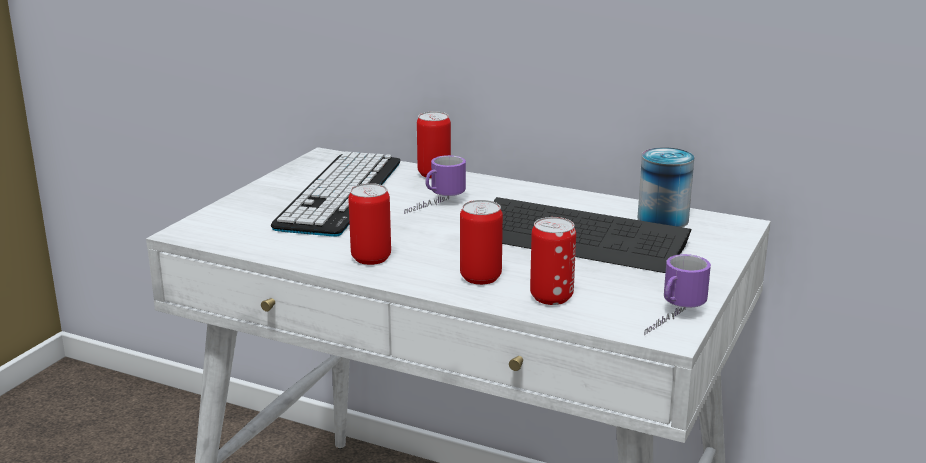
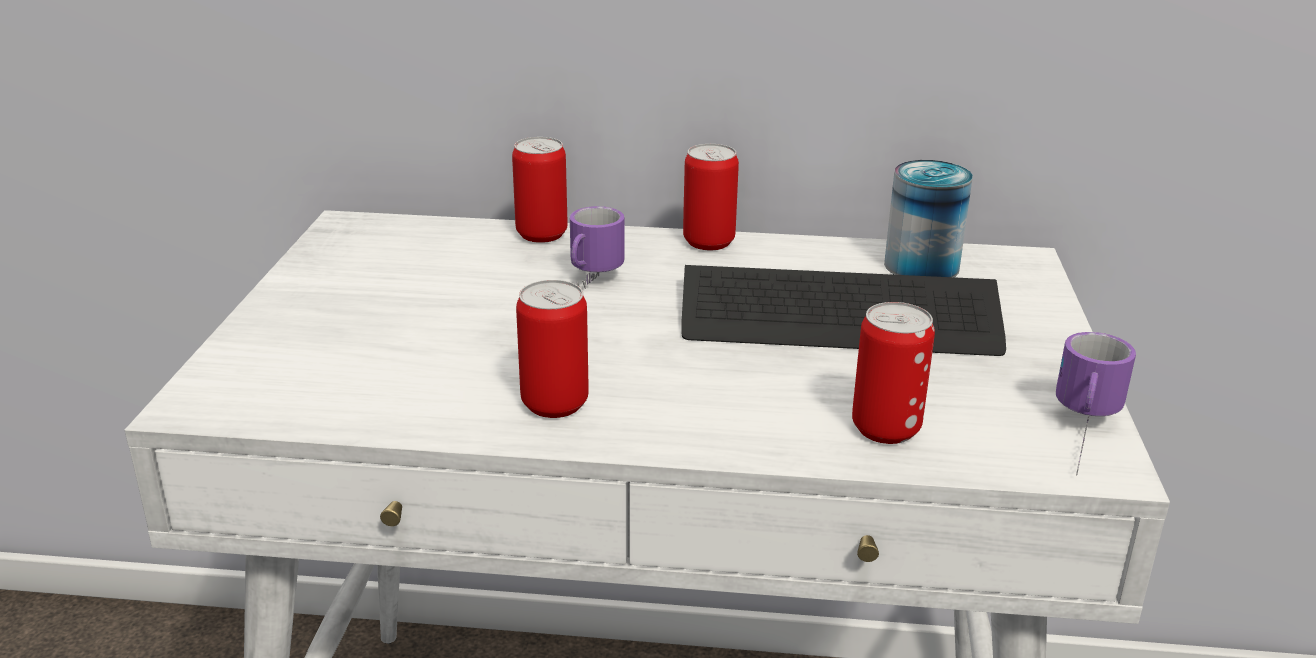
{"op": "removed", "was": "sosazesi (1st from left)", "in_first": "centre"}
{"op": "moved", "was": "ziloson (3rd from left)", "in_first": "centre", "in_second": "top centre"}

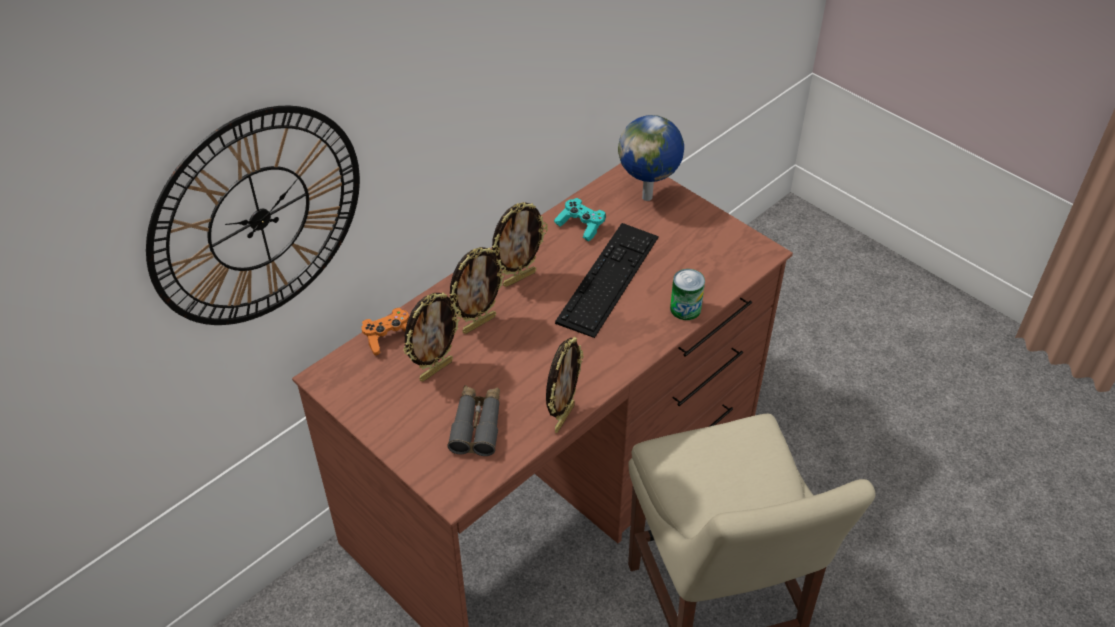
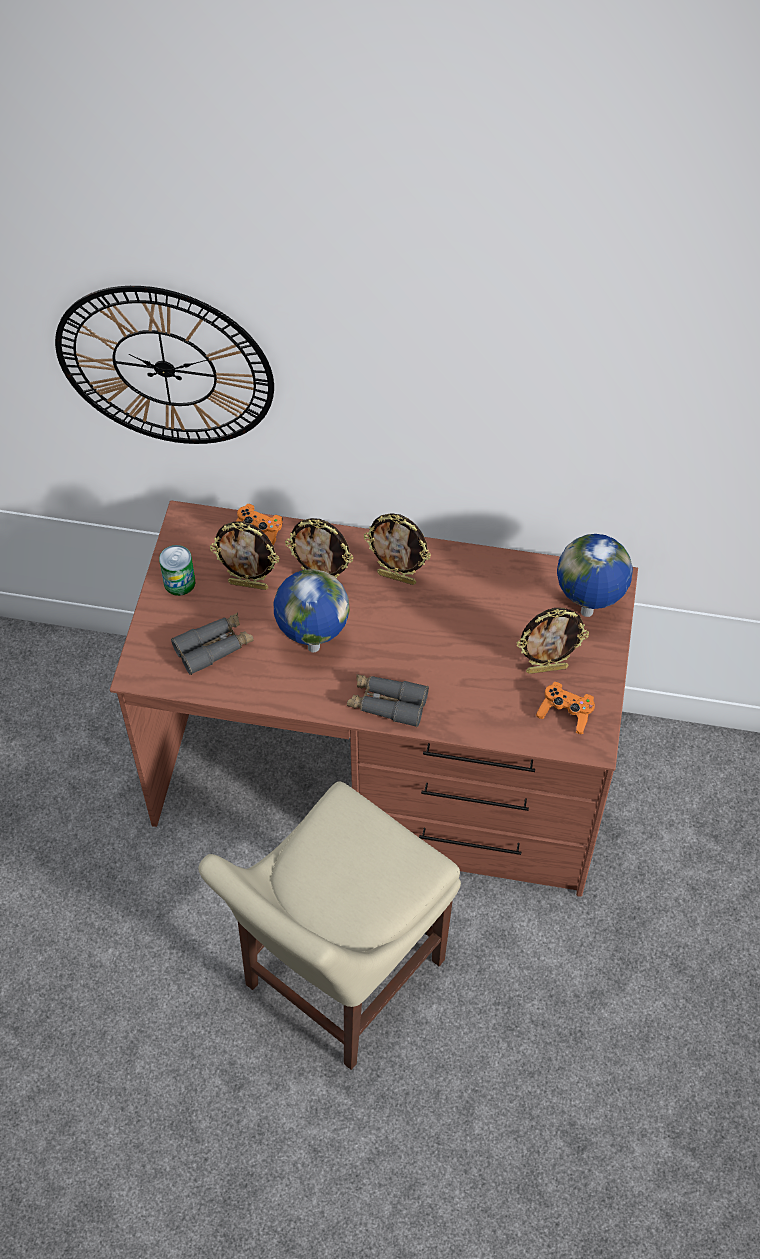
{"op": "moved", "was": "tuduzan (4th from left)", "in_first": "centre", "in_second": "middle right"}
{"op": "removed", "was": "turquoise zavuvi", "in_first": "centre"}
{"op": "removed", "was": "sosazesi", "in_first": "centre"}
{"op": "moved", "was": "ziloson", "in_first": "centre", "in_second": "middle left"}
{"op": "added", "now": "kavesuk (1st from left)", "in_second": "centre"}
{"op": "added", "now": "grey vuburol (2nd from left)", "in_second": "centre"}
{"op": "added", "now": "orange zavuvi (2nd from left)", "in_second": "middle right"}

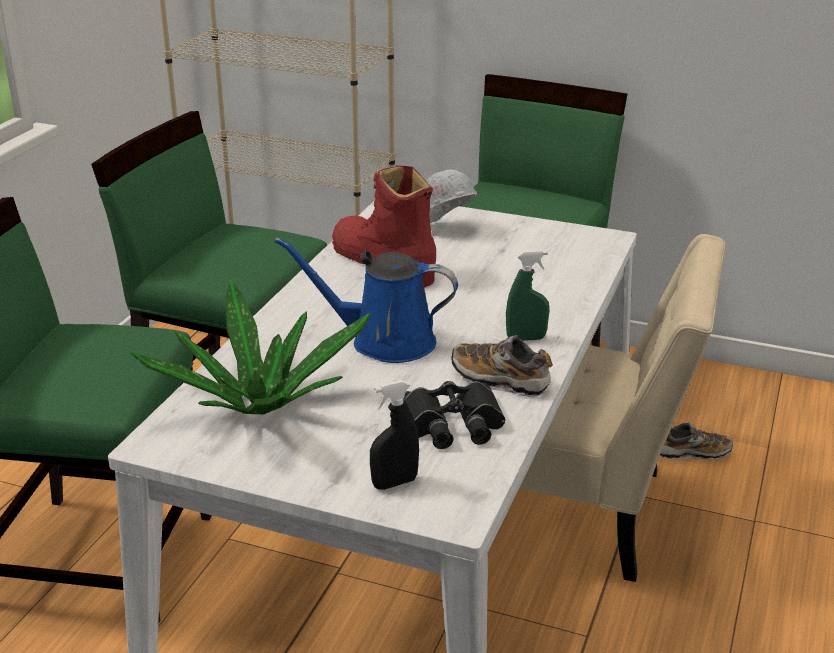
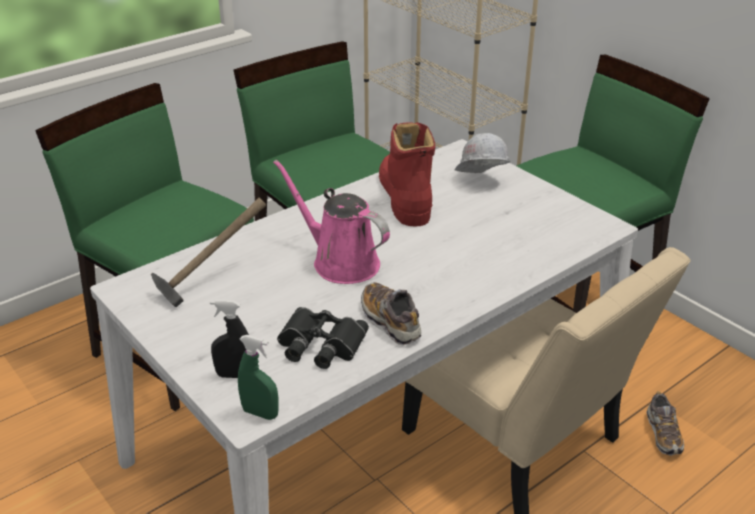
{"op": "replaced", "was": "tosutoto", "now": "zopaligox", "in_first": "middle left", "in_second": "middle left"}
{"op": "recoloured", "was": "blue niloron", "now": "pink niloron", "in_first": "centre", "in_second": "centre"}
{"op": "moved", "was": "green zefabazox", "in_first": "centre", "in_second": "bottom centre"}
{"op": "turned", "was": "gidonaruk (2nd from left)", "in_first": "bottom right", "in_second": "bottom right", "clockwise": 60}

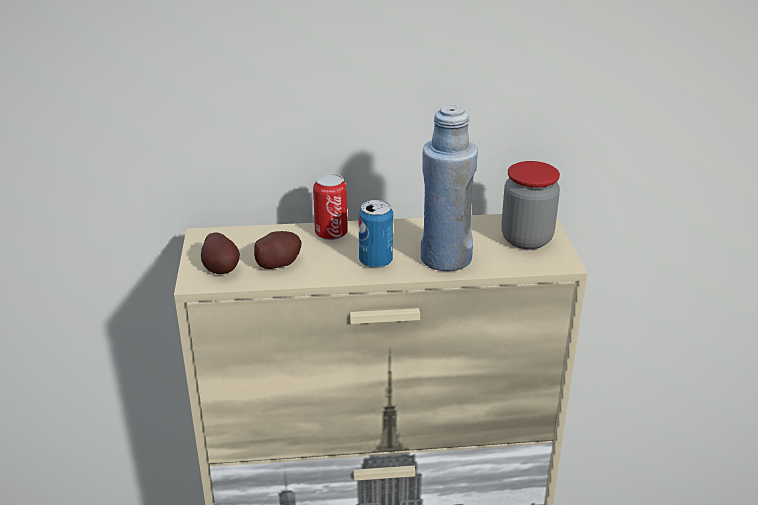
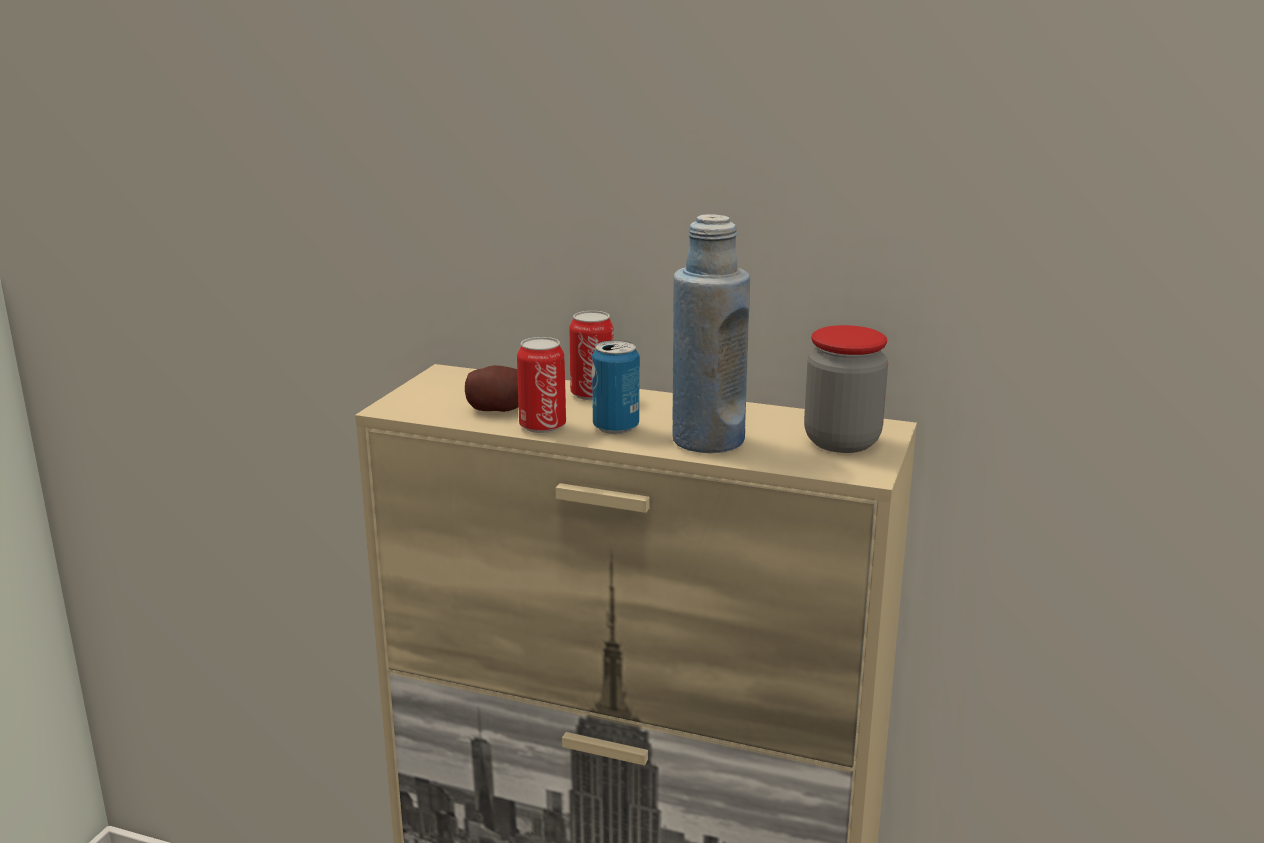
{"op": "removed", "was": "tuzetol (1st from left)", "in_first": "middle left"}
{"op": "added", "now": "ziloson (1st from left)", "in_second": "centre"}

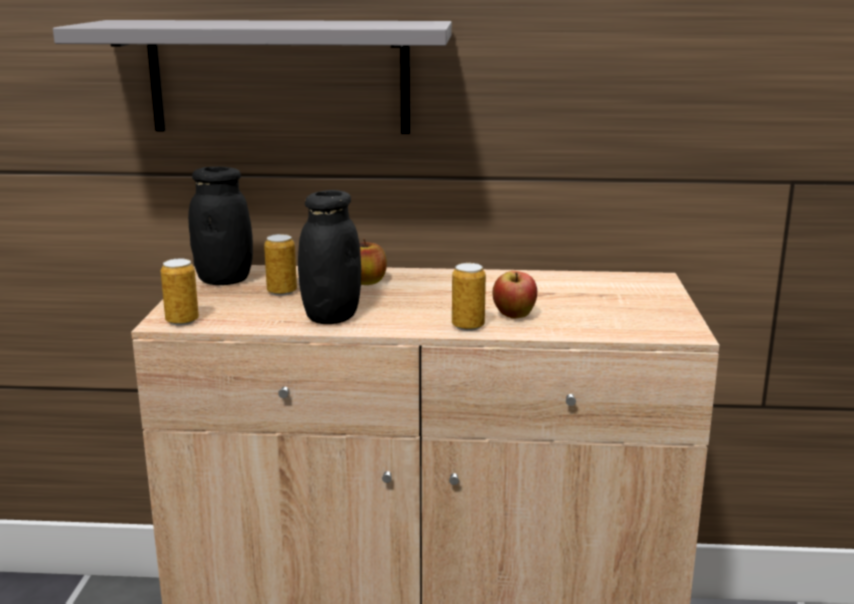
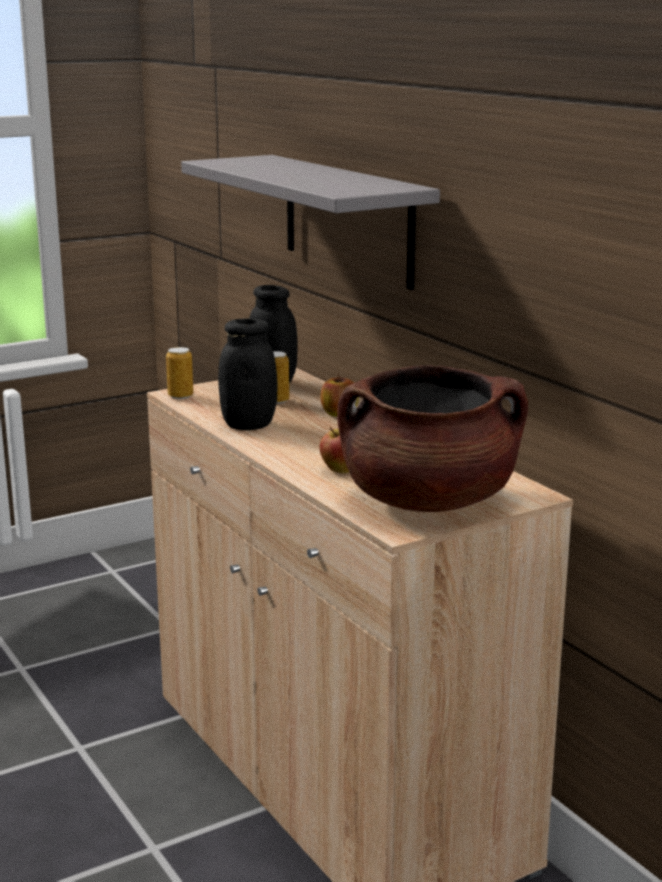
{"op": "removed", "was": "ziloson (3rd from left)", "in_first": "centre"}
{"op": "added", "now": "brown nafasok", "in_second": "centre"}

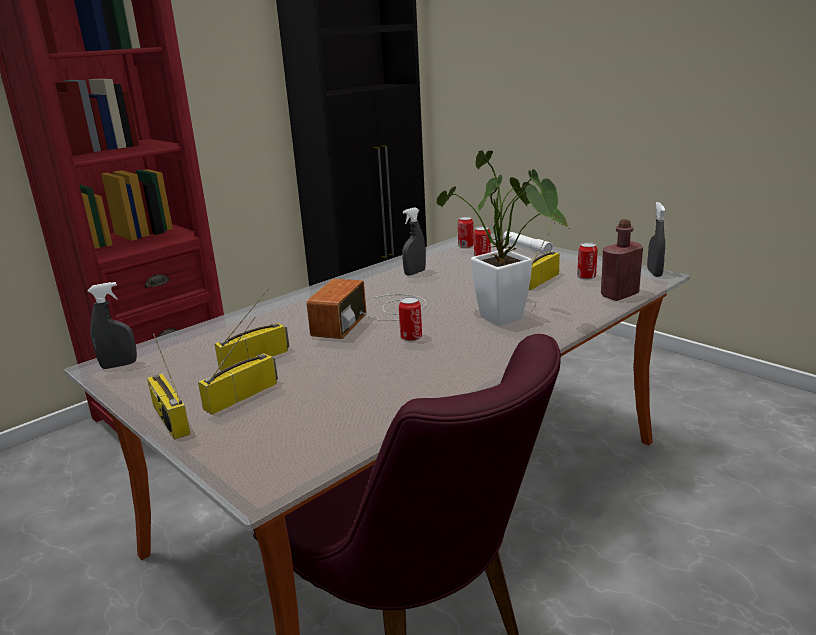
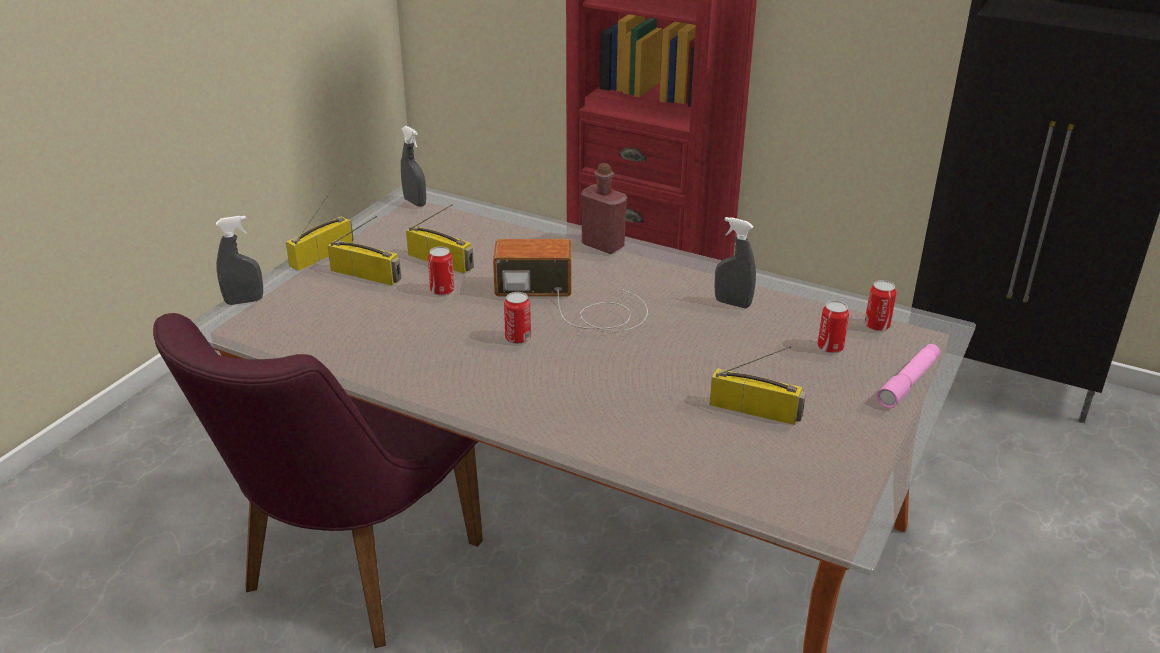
{"op": "removed", "was": "tosutoto", "in_first": "centre"}
{"op": "recoloured", "was": "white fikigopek", "now": "pink fikigopek", "in_first": "centre", "in_second": "middle right"}
{"op": "moved", "was": "ziloson (4th from left in the first image)", "now": "ziloson (1st from left)", "in_first": "middle right", "in_second": "centre"}
{"op": "moved", "was": "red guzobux", "in_first": "middle right", "in_second": "top centre"}
{"op": "moved", "was": "grey zefabazox (3rd from left in the first image)", "now": "grey zefabazox (1st from left)", "in_first": "middle right", "in_second": "middle left"}

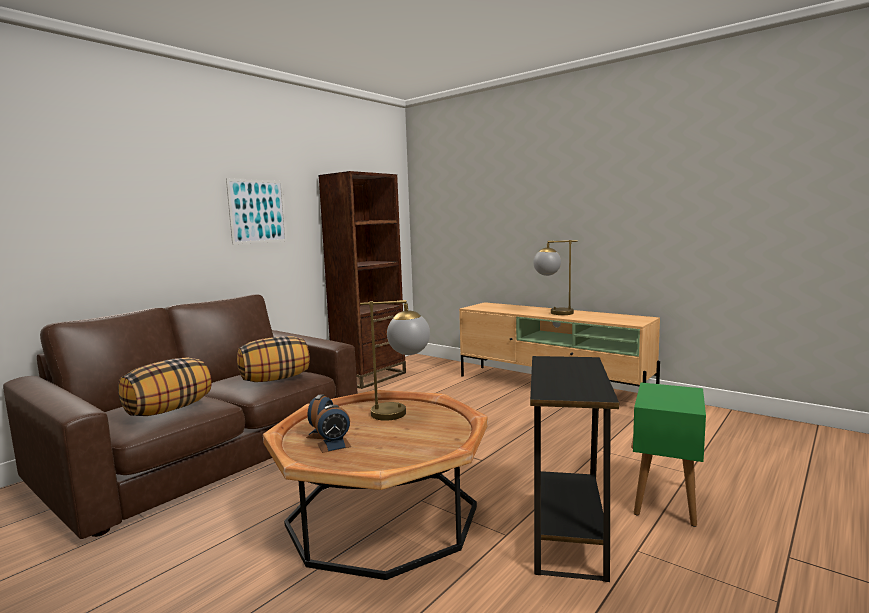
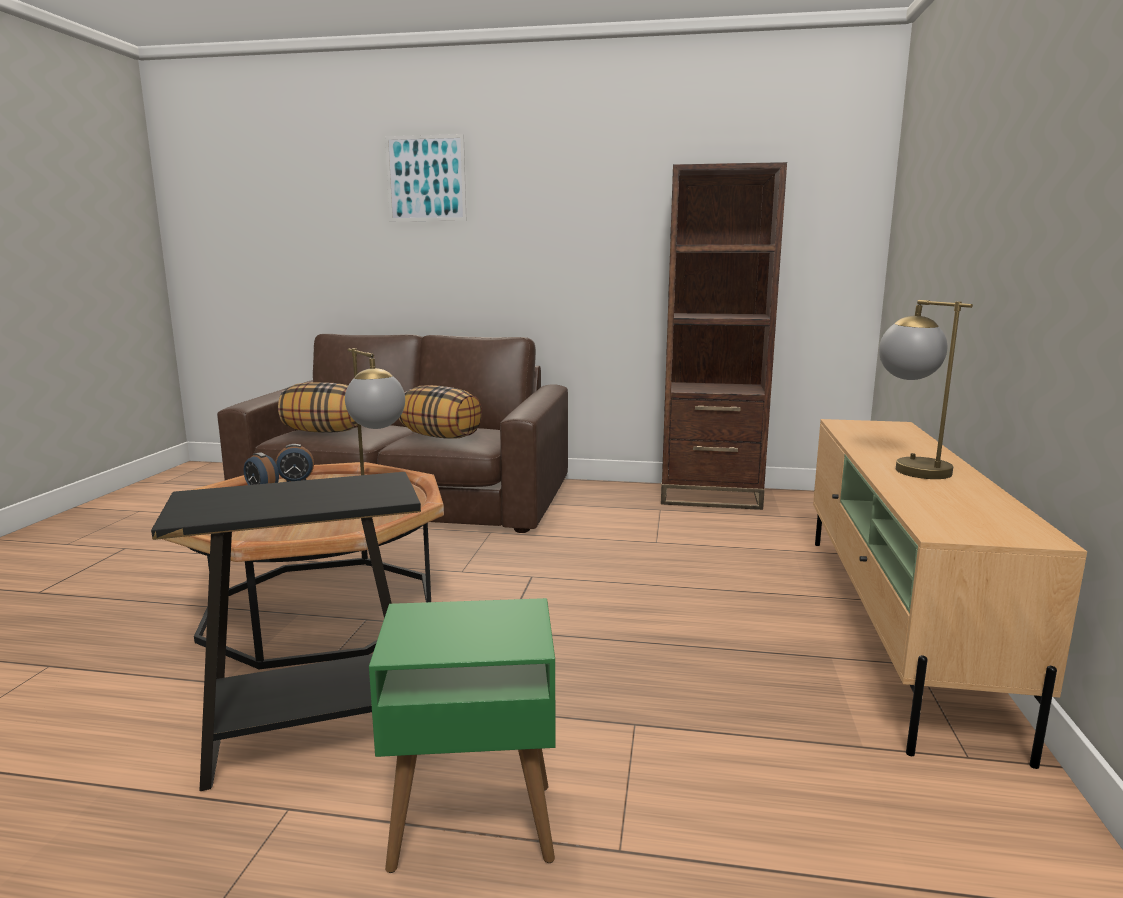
{"op": "moved", "was": "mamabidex", "in_first": "middle left", "in_second": "top centre"}

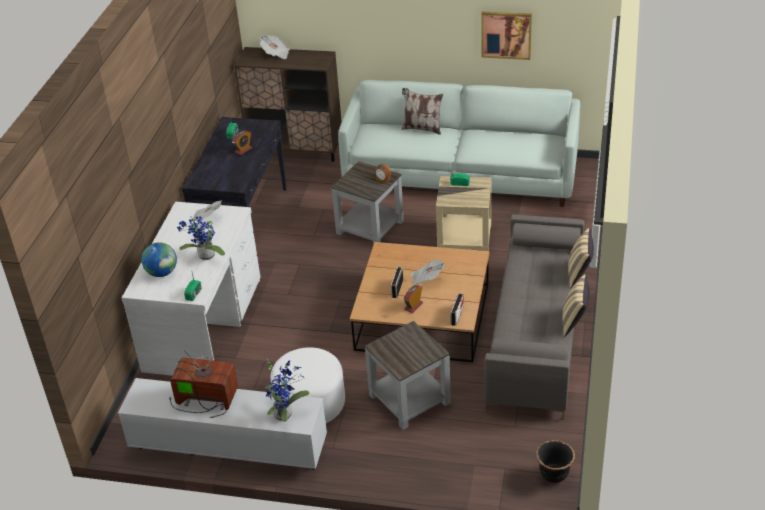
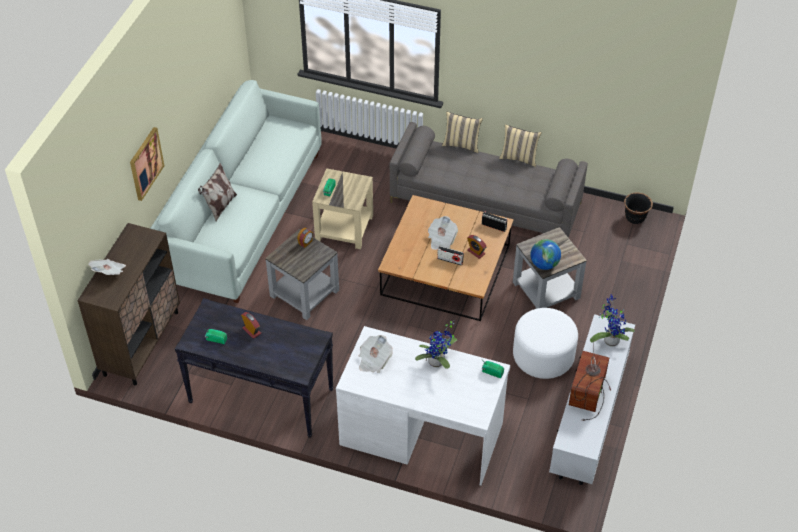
{"op": "moved", "was": "kavesuk", "in_first": "middle left", "in_second": "middle right"}
{"op": "moved", "was": "mamabidex", "in_first": "top centre", "in_second": "top left"}

